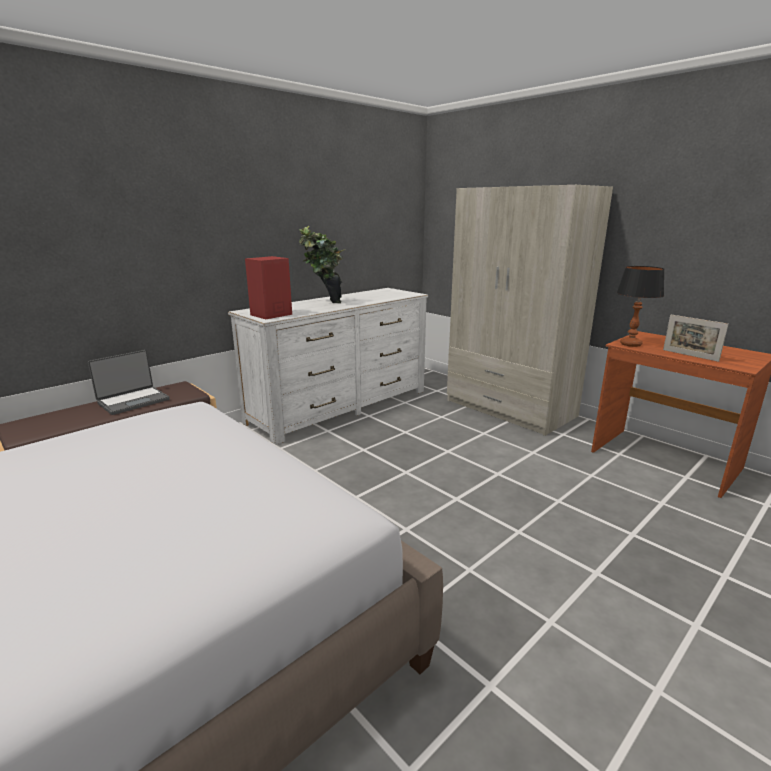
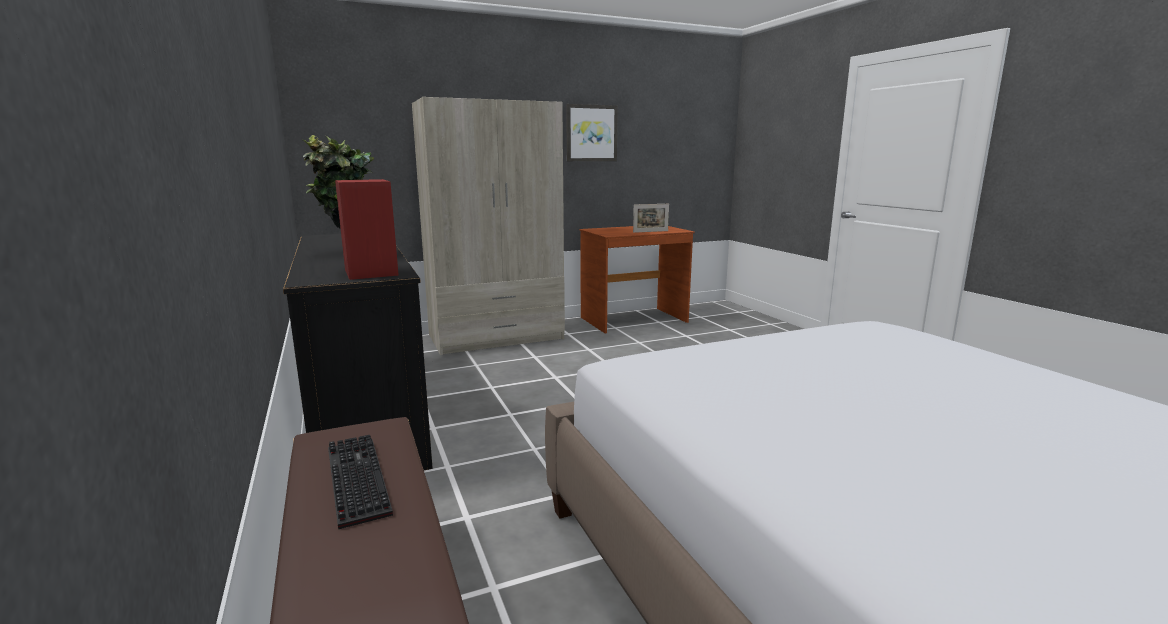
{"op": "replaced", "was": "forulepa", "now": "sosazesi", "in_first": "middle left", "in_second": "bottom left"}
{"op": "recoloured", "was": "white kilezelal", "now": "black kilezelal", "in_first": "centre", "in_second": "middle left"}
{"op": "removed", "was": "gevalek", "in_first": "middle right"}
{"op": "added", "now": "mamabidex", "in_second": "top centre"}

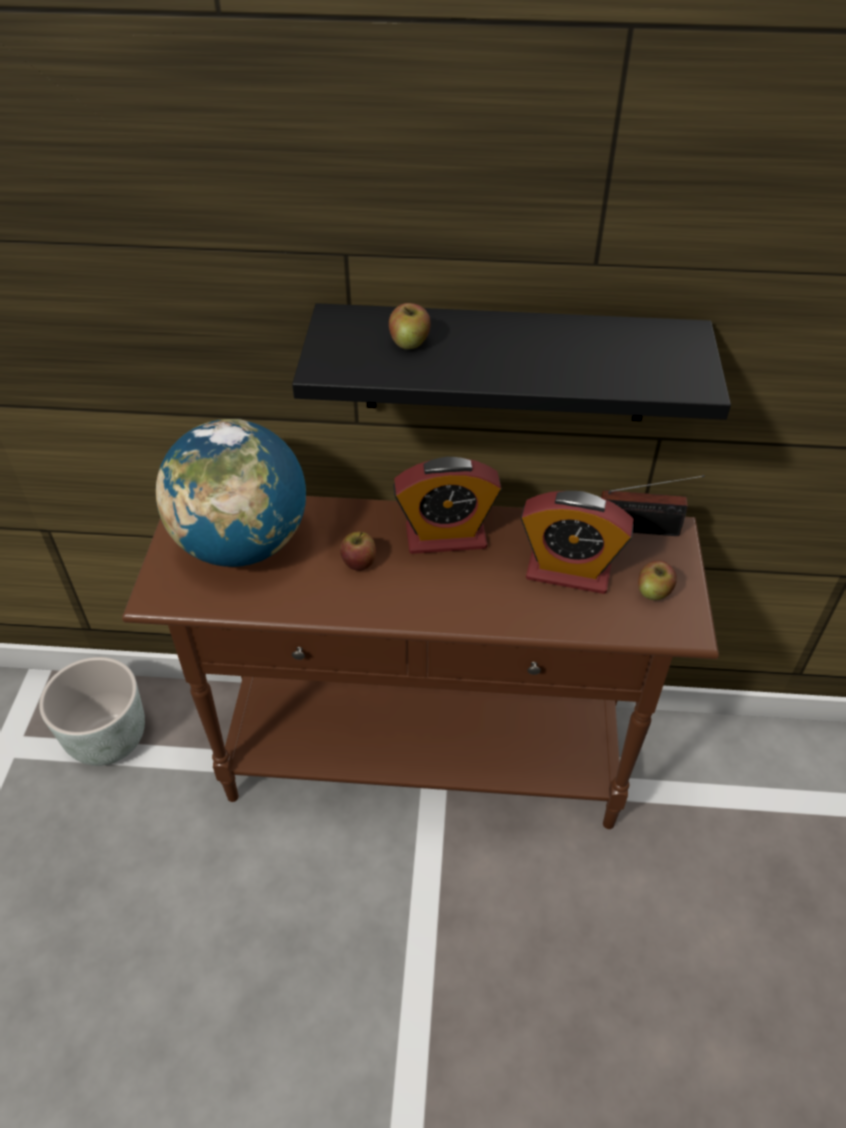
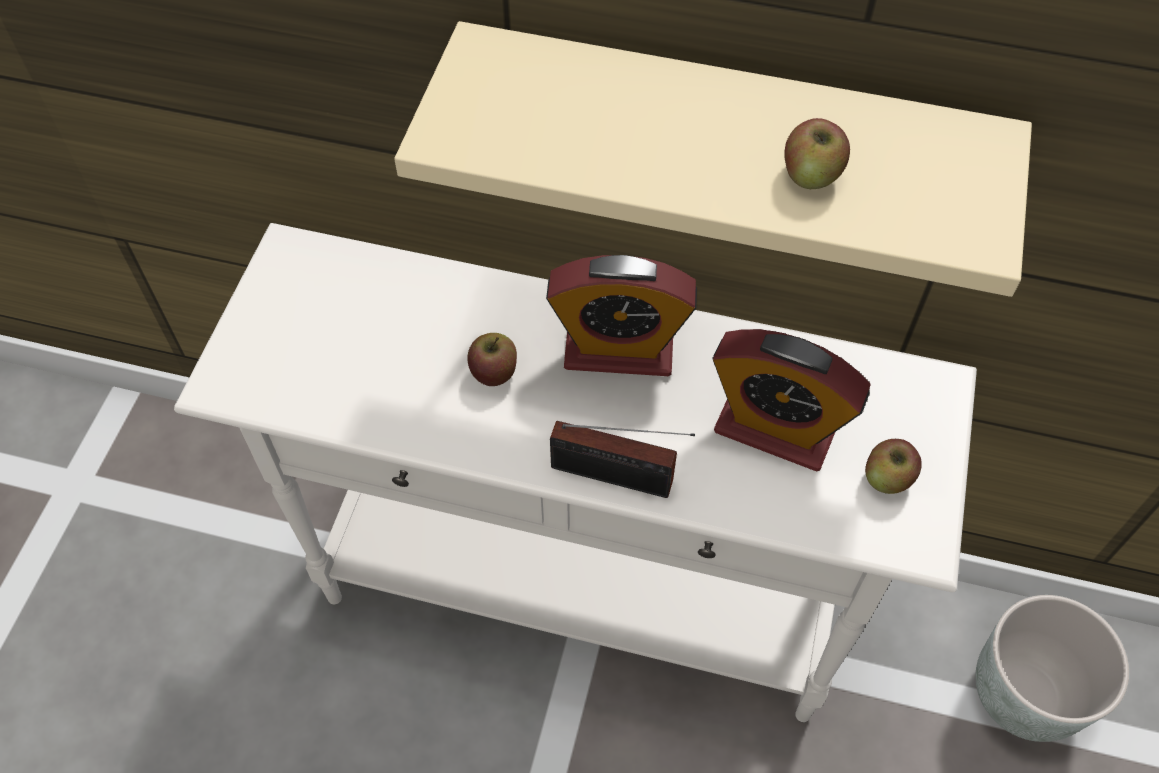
{"op": "moved", "was": "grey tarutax", "in_first": "middle left", "in_second": "bottom right"}
{"op": "recoloured", "was": "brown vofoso", "now": "white vofoso", "in_first": "centre", "in_second": "centre"}
{"op": "removed", "was": "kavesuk", "in_first": "middle left"}
{"op": "recoloured", "was": "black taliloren", "now": "beige taliloren", "in_first": "top centre", "in_second": "top centre"}
{"op": "moved", "was": "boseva (2nd from left)", "in_first": "top centre", "in_second": "top right"}
{"op": "moved", "was": "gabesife", "in_first": "middle right", "in_second": "centre"}

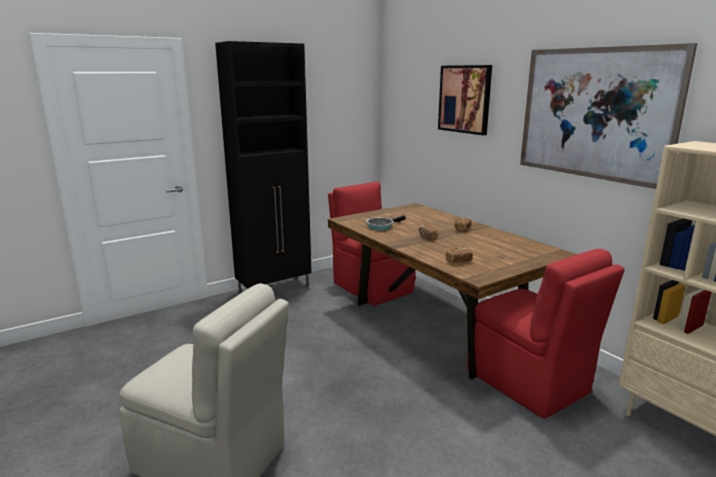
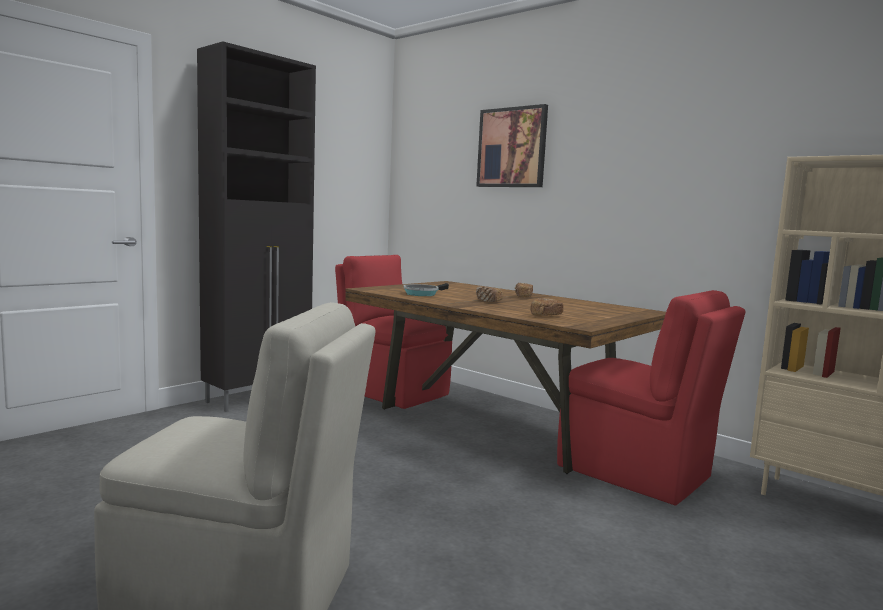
{"op": "removed", "was": "mamabidex (2nd from left)", "in_first": "top right"}

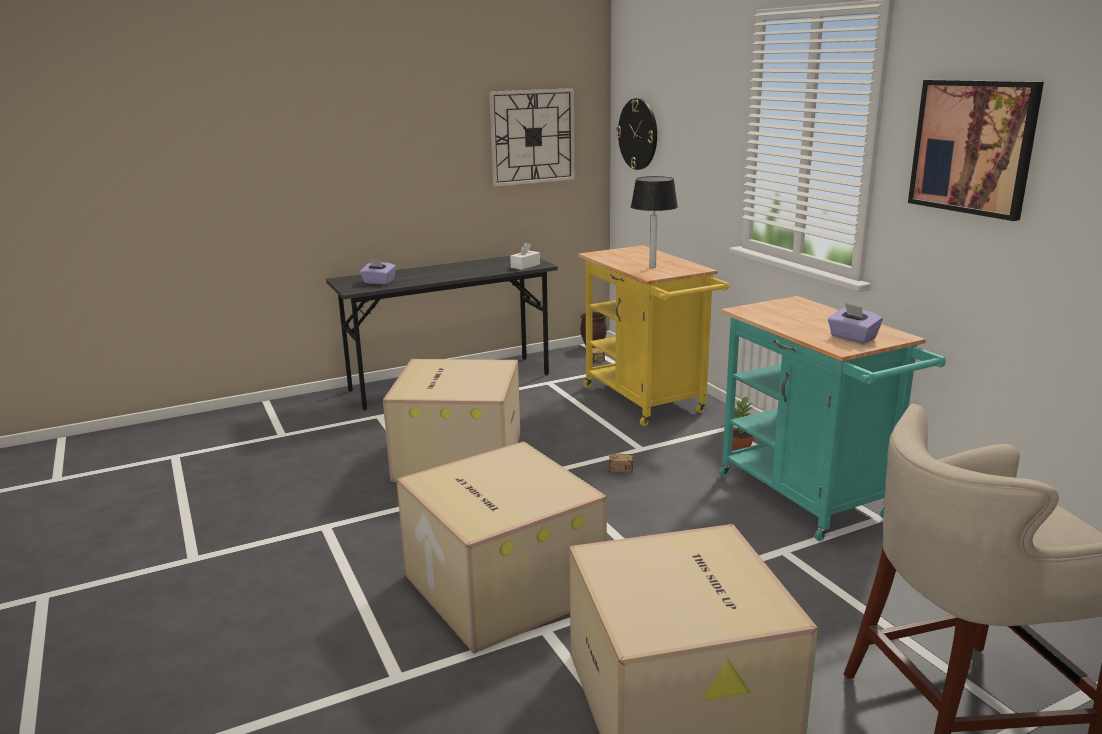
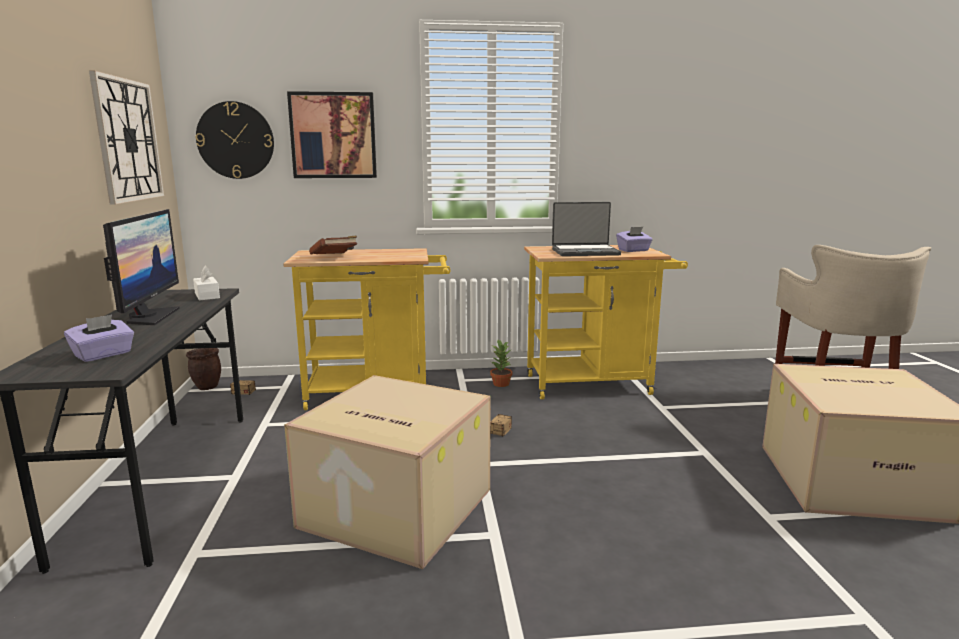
{"op": "removed", "was": "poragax (2nd from left)", "in_first": "bottom centre"}
{"op": "removed", "was": "gevalek", "in_first": "top centre"}
{"op": "recoloured", "was": "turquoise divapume", "now": "yellow divapume (2nd from left)", "in_first": "middle right", "in_second": "centre"}
{"op": "moved", "was": "mamabidex", "in_first": "top right", "in_second": "top centre"}
{"op": "added", "now": "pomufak", "in_second": "middle left"}
{"op": "added", "now": "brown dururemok", "in_second": "centre"}
{"op": "added", "now": "forulepa", "in_second": "centre"}

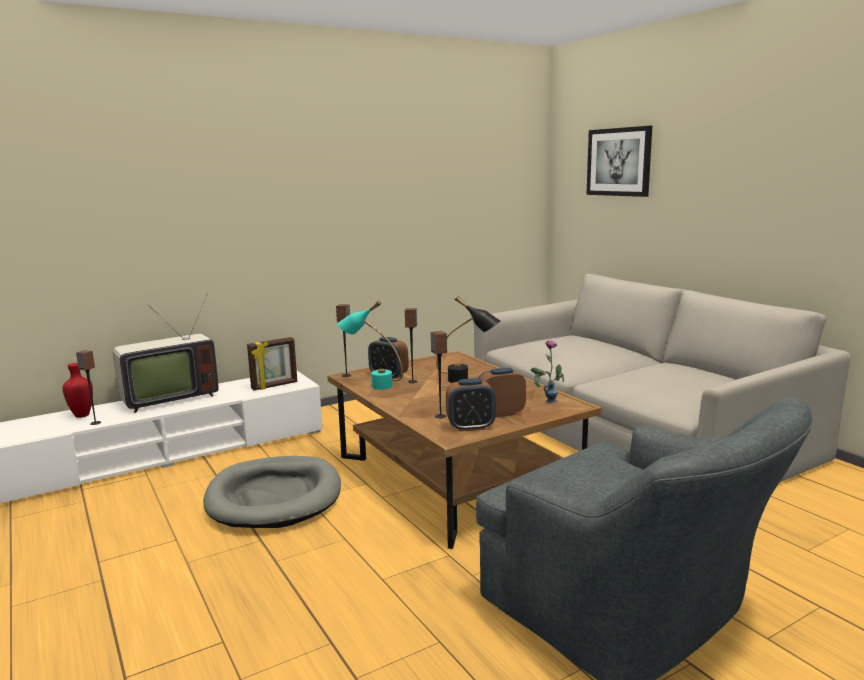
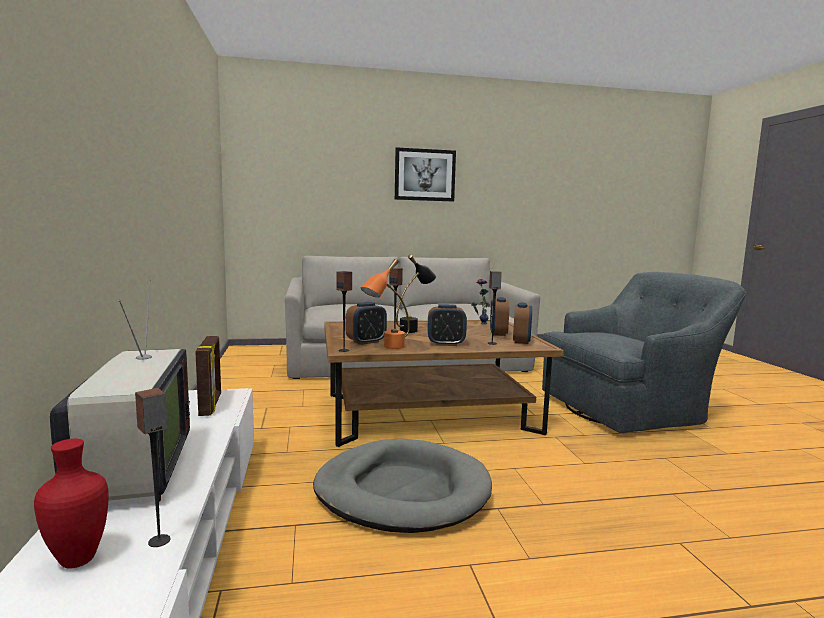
{"op": "recoloured", "was": "turquoise gevalek", "now": "orange gevalek", "in_first": "centre", "in_second": "centre"}
{"op": "moved", "was": "mamabidex", "in_first": "top right", "in_second": "top centre"}
{"op": "added", "now": "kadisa (2nd from left)", "in_second": "centre"}

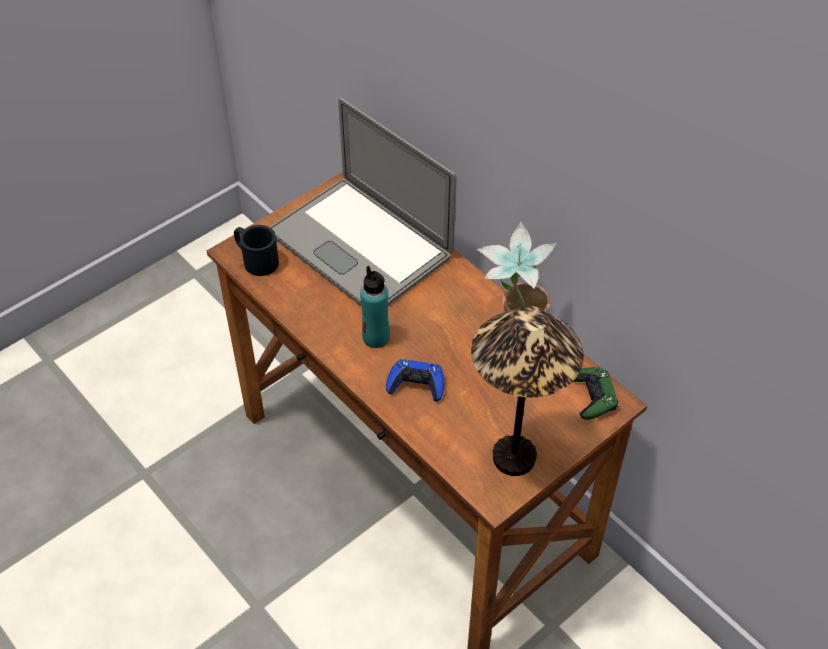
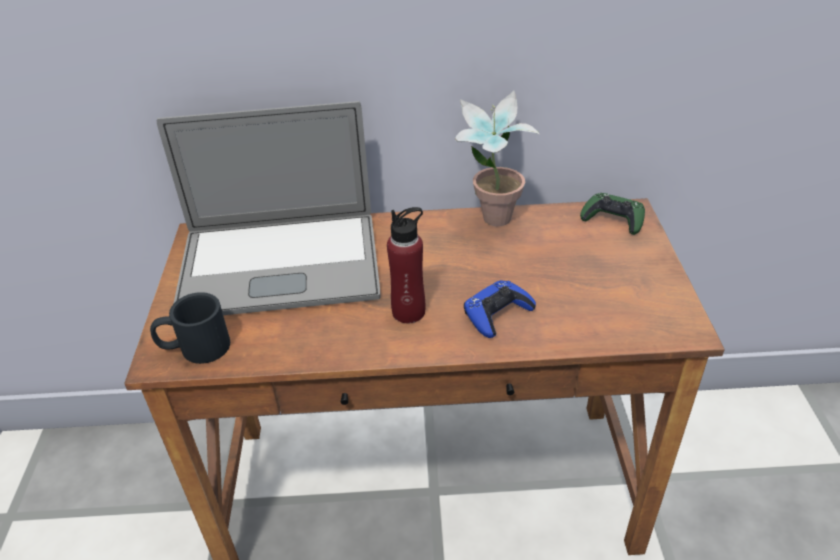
{"op": "recoloured", "was": "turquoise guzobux", "now": "red guzobux", "in_first": "centre", "in_second": "centre"}
{"op": "removed", "was": "gevalek", "in_first": "centre"}

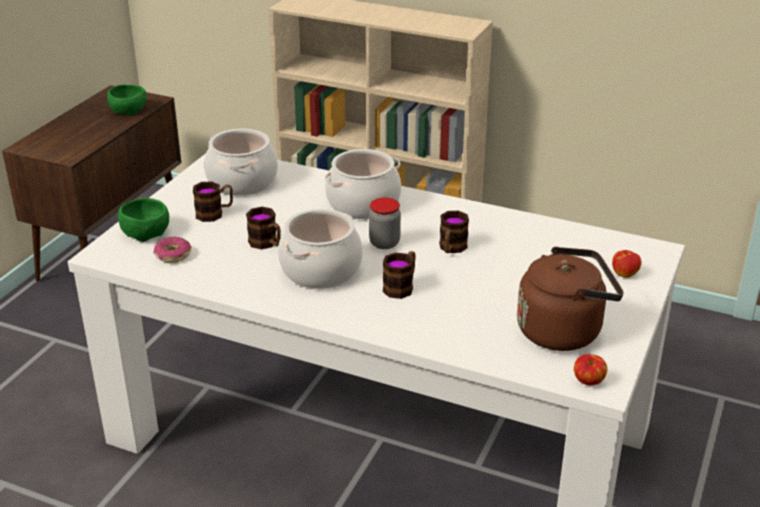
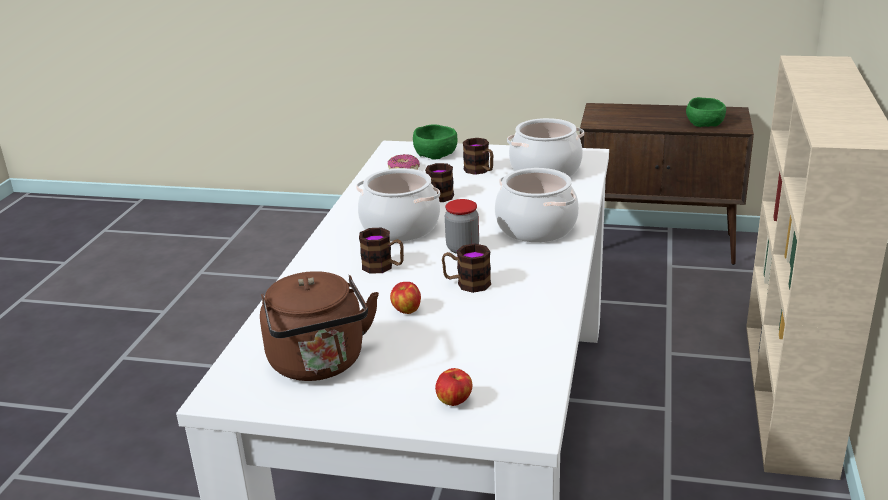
{"op": "moved", "was": "boseva (1st from left)", "in_first": "bottom right", "in_second": "centre"}

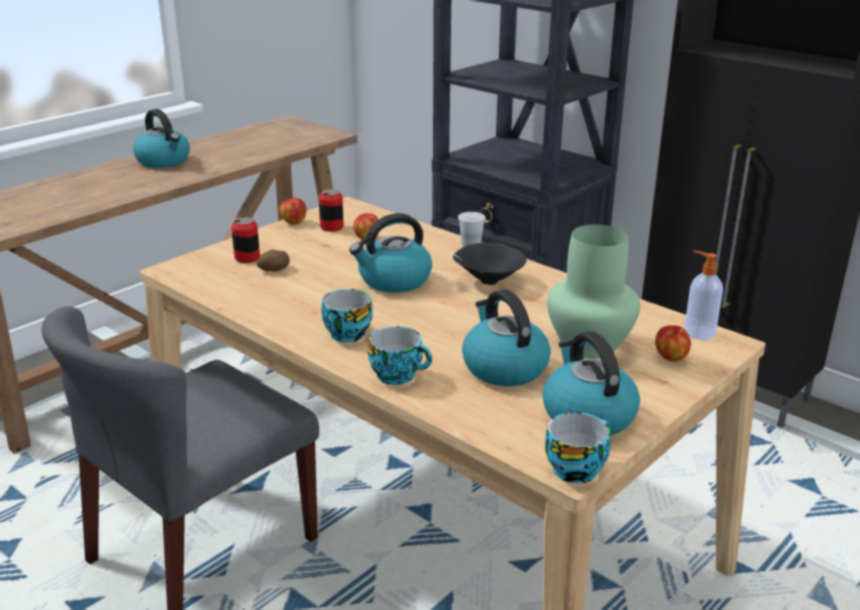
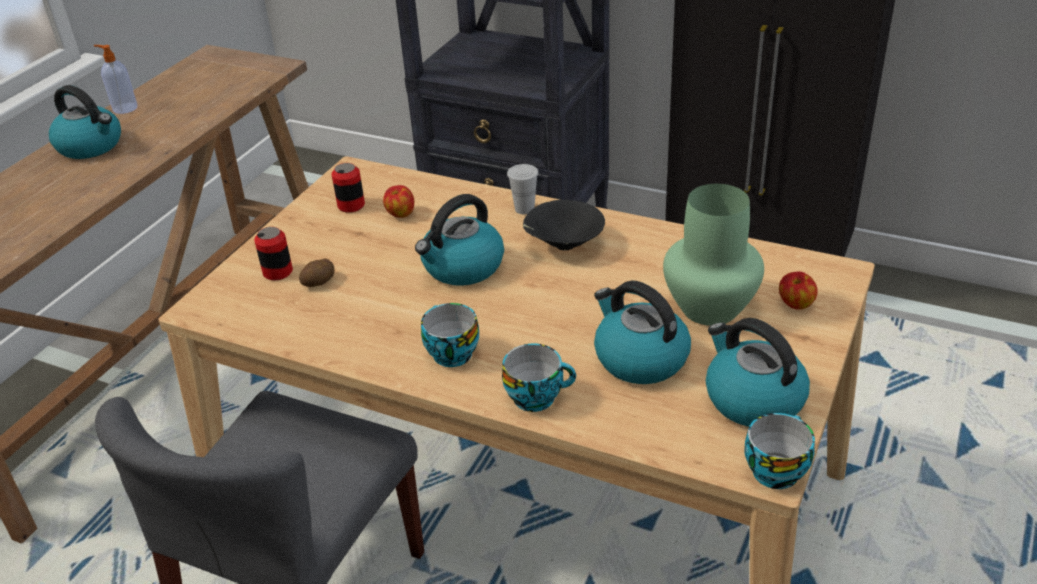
{"op": "removed", "was": "boseva (1st from left)", "in_first": "centre"}
{"op": "moved", "was": "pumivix", "in_first": "middle right", "in_second": "top left"}

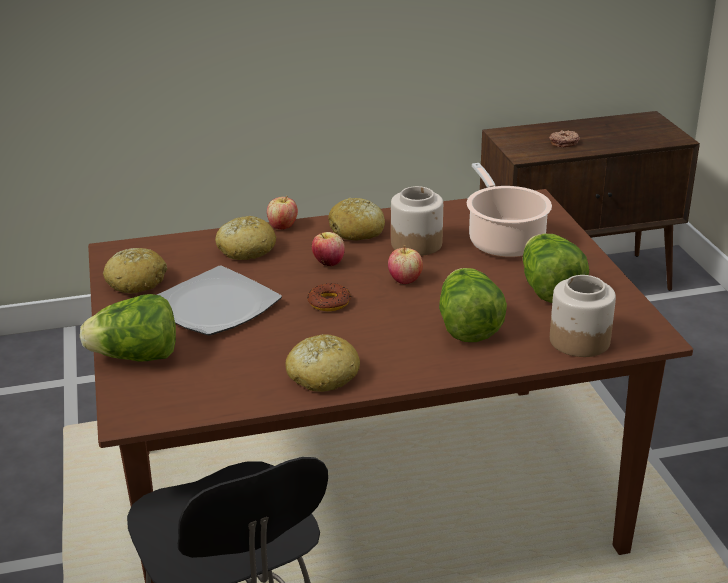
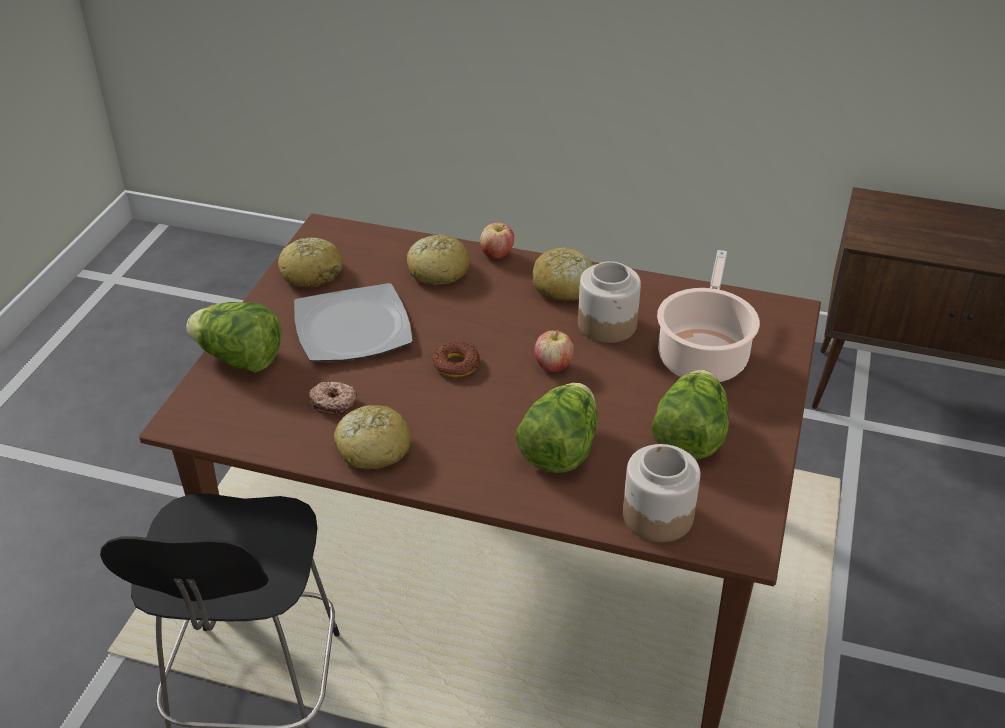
{"op": "removed", "was": "boseva (2nd from left)", "in_first": "centre"}
{"op": "moved", "was": "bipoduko (2nd from left in the first image)", "now": "bipoduko (1st from left)", "in_first": "top right", "in_second": "middle left"}

